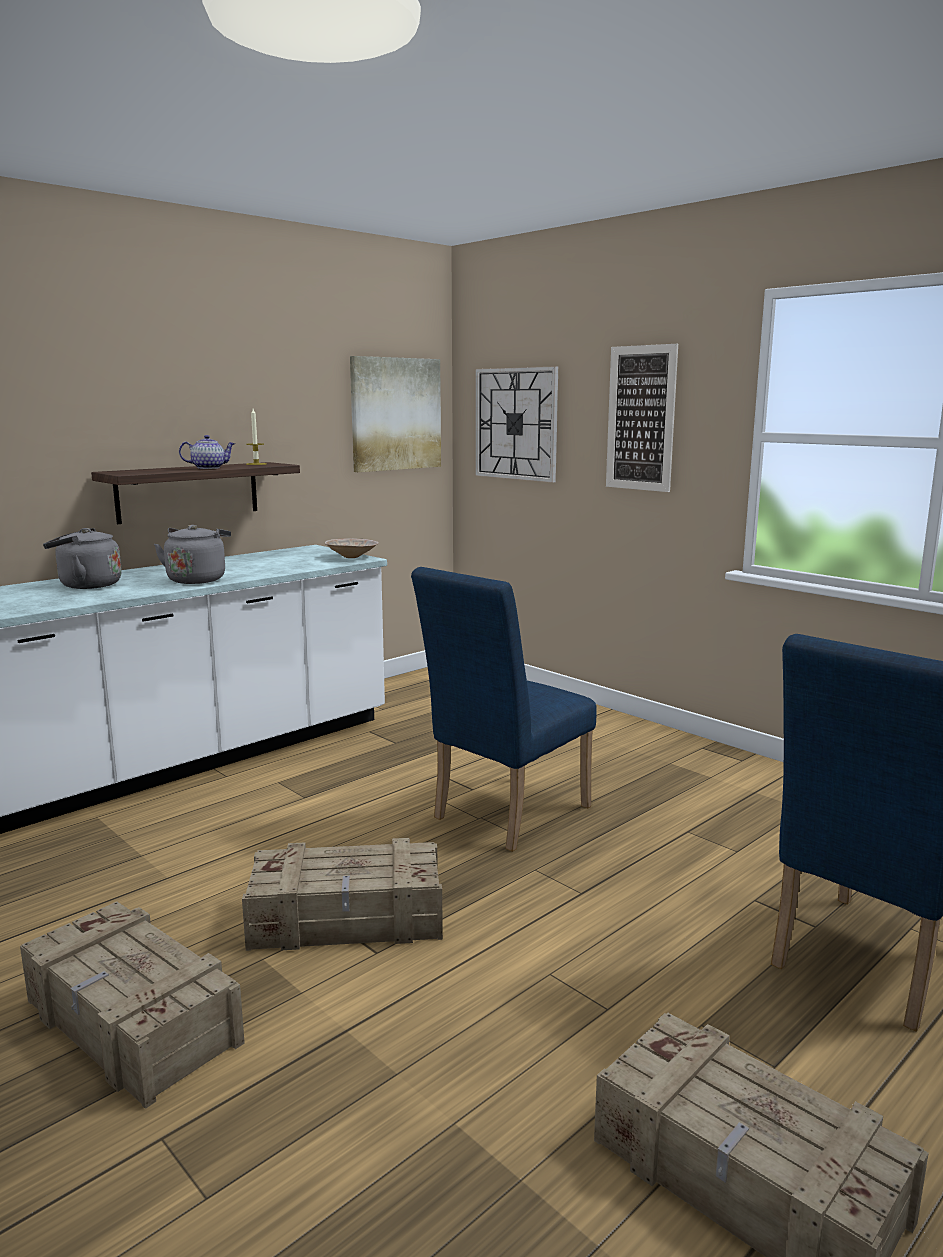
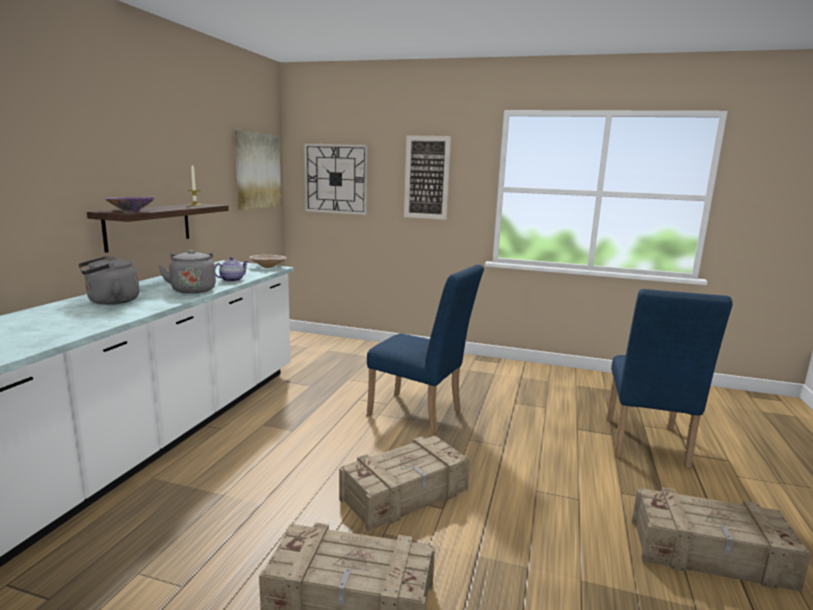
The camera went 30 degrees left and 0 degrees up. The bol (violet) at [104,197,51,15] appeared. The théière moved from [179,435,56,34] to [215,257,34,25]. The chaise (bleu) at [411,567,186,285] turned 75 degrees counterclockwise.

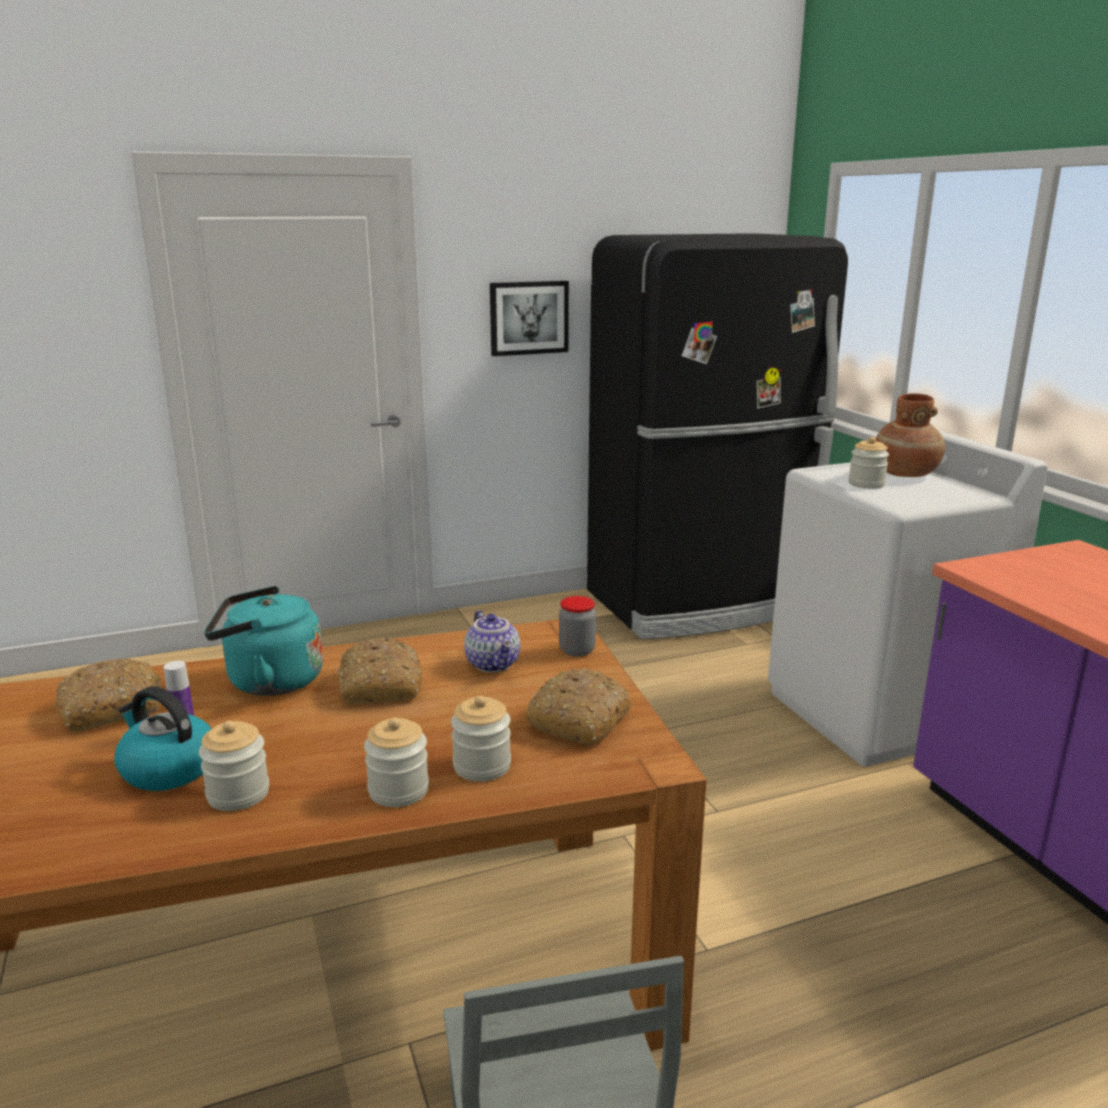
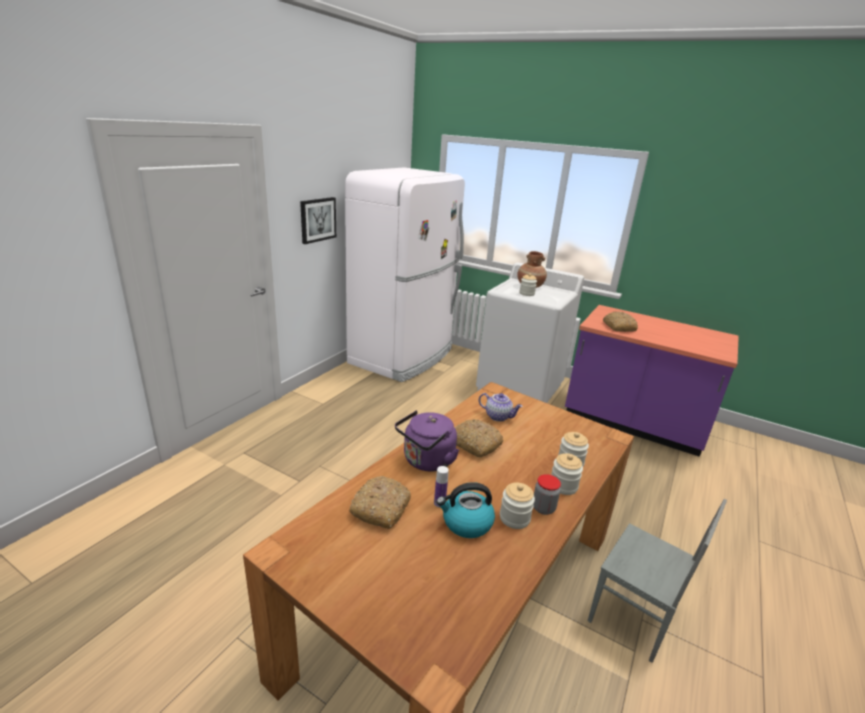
The camera went 40 degrees left and 5 degrees up. The pain moved from [525,668,106,77] to [603,312,35,20]. The bocal moved from [559,596,37,61] to [533,474,28,41]. The bouilloire (turquoise) at [204,586,119,110] became the bouilloire (violet) at [395,410,64,62]. The réfrigérateur (noir) at [587,233,261,406] became the réfrigérateur (blanc) at [345,168,120,214].

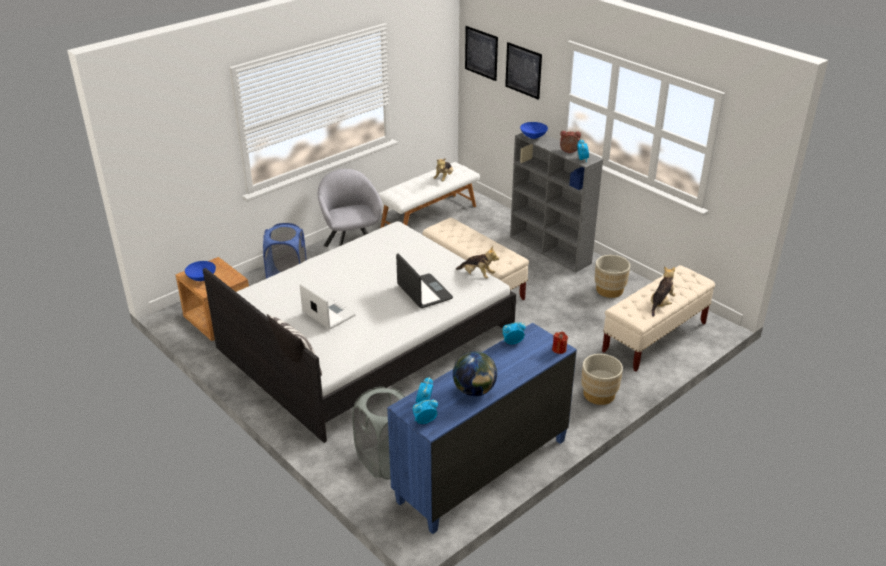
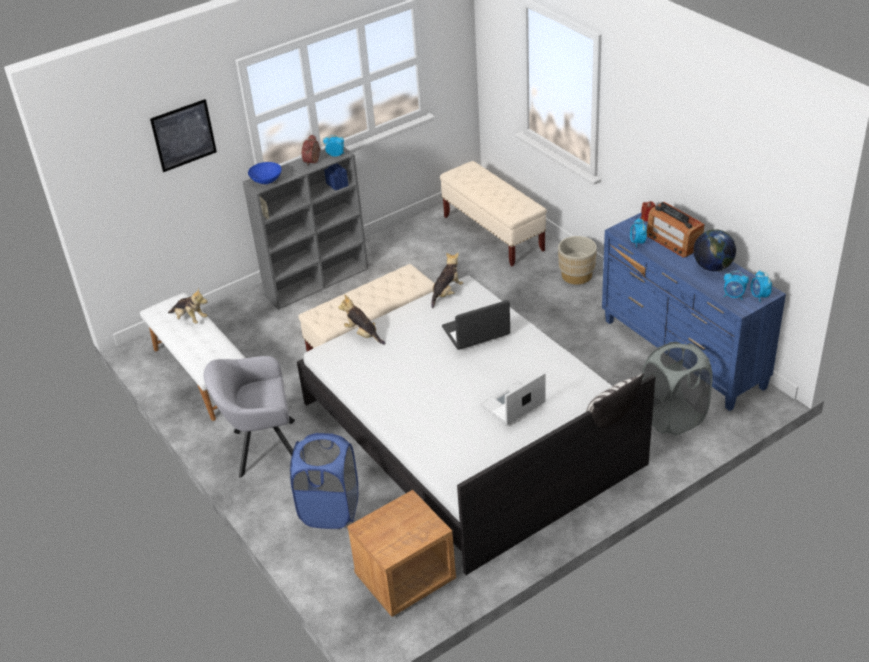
The camera went 80 degrees left and 5 degrees up. The bol (bleu) at [185,261,31,20] disappeared. The tableau at [465,26,33,55] disappeared. The cache-pot (beige) at [595,255,35,43] disappeared. The radio at [647,202,58,56] appeared. The peluche moved from [651,267,25,50] to [338,295,48,50].

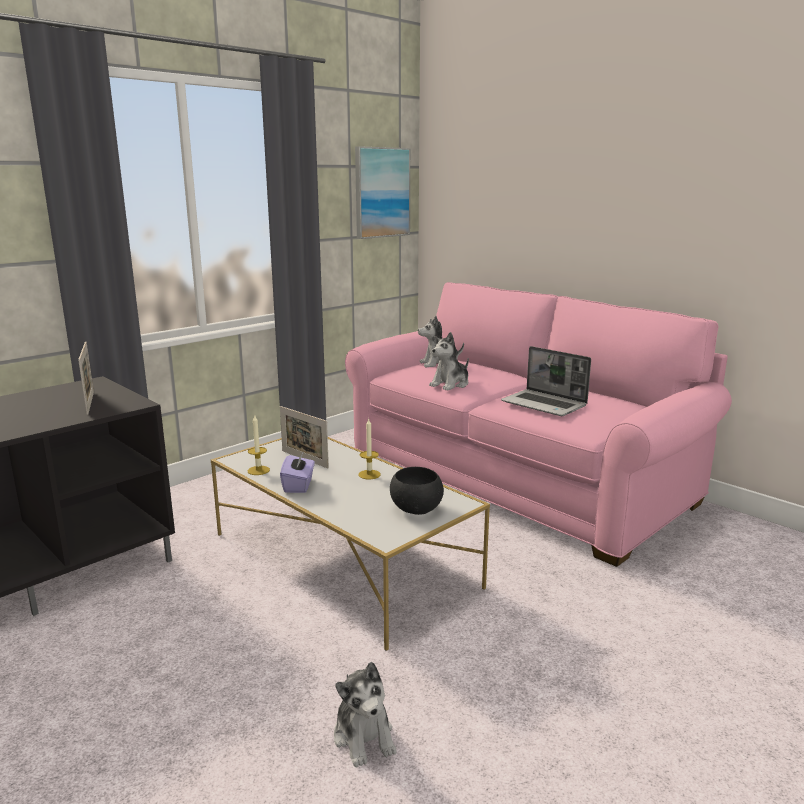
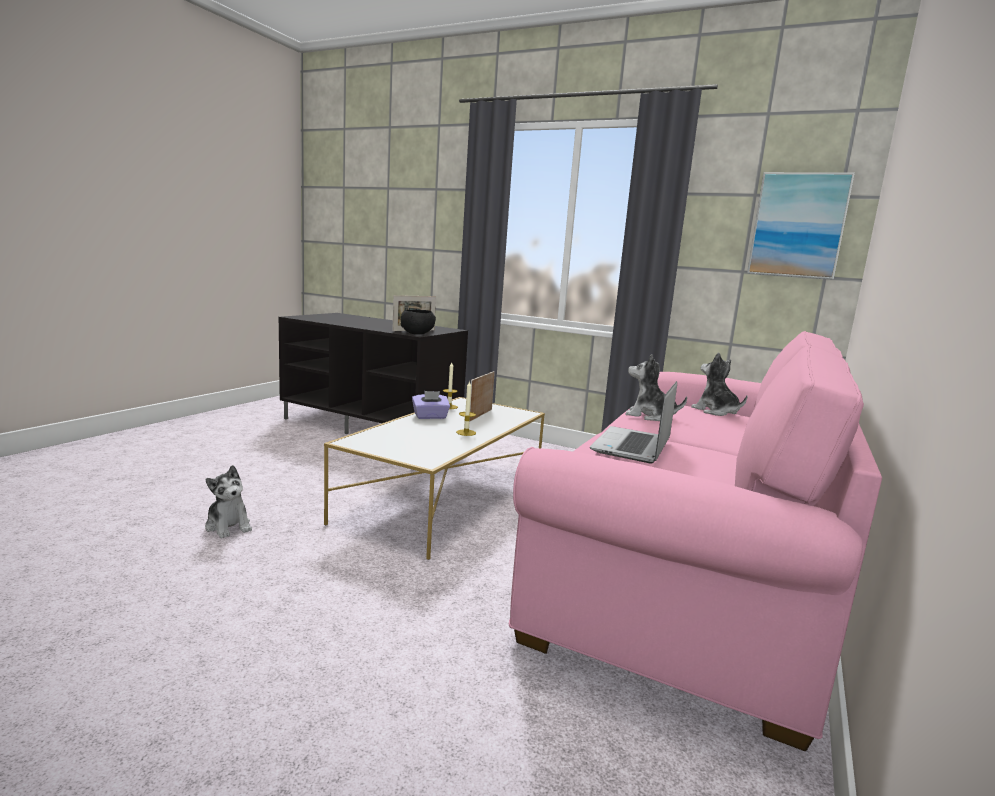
The camera went 70 degrees right and 5 degrees down. The bol (noir) moved from [390,467,54,48] to [401,310,35,25]. The peluche at [334,662,62,106] turned 90 degrees counterclockwise.

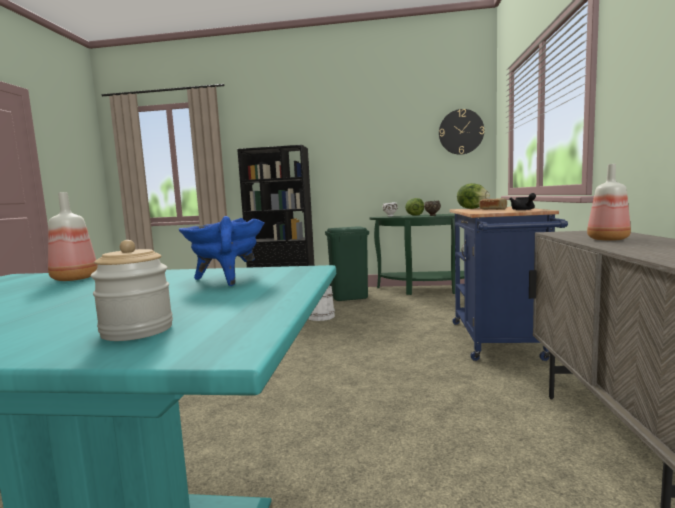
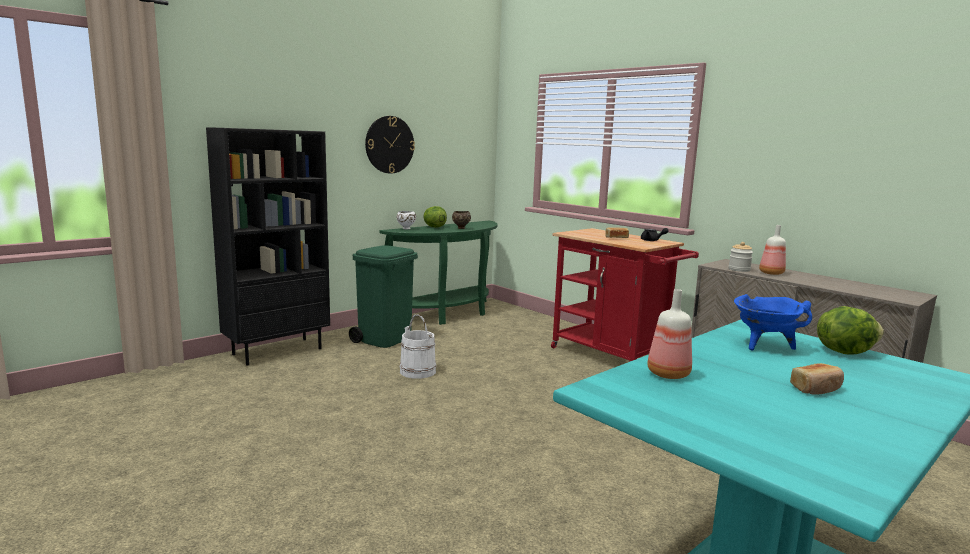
The camera went 50 degrees left and 5 degrees up. The pain at [790,363,54,31] appeared. The bocal moved from [91,240,82,101] to [728,242,25,30]. The horloge murale moved from [439,109,45,46] to [365,116,50,58]. The laitue moved from [457,183,33,26] to [817,306,67,49]. The chariot (bleu) at [449,207,119,154] became the chariot (rouge) at [551,228,148,134].

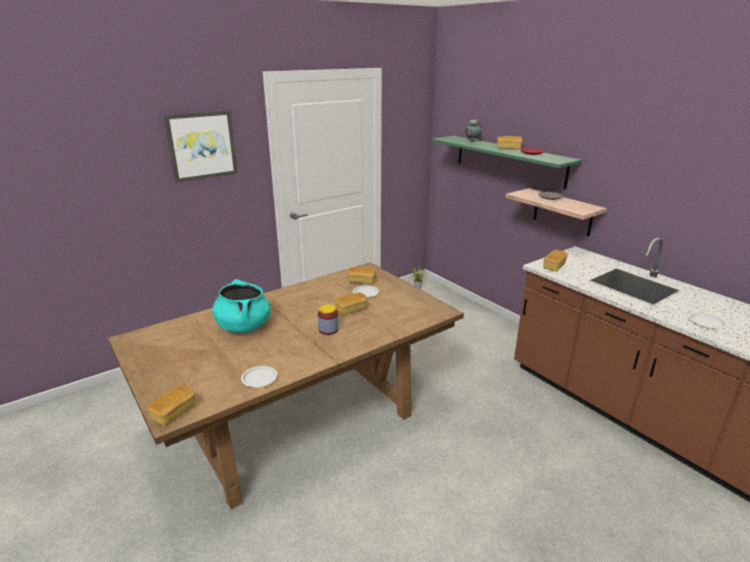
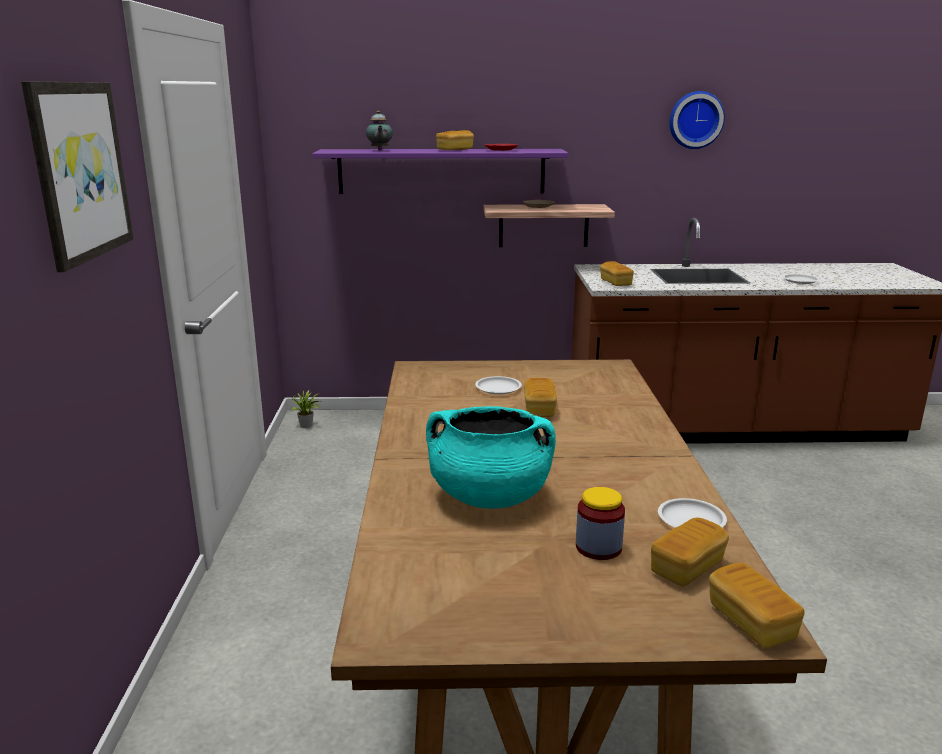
The camera went 55 degrees left and 5 degrees down. The horloge murale at [669,91,56,58] appeared. The bocal moved from [318,304,20,31] to [576,487,49,73]. The pain moved from [348,267,28,17] to [651,518,78,68]. The étagère (vert) at [432,136,150,54] became the étagère (violet) at [312,149,257,45].

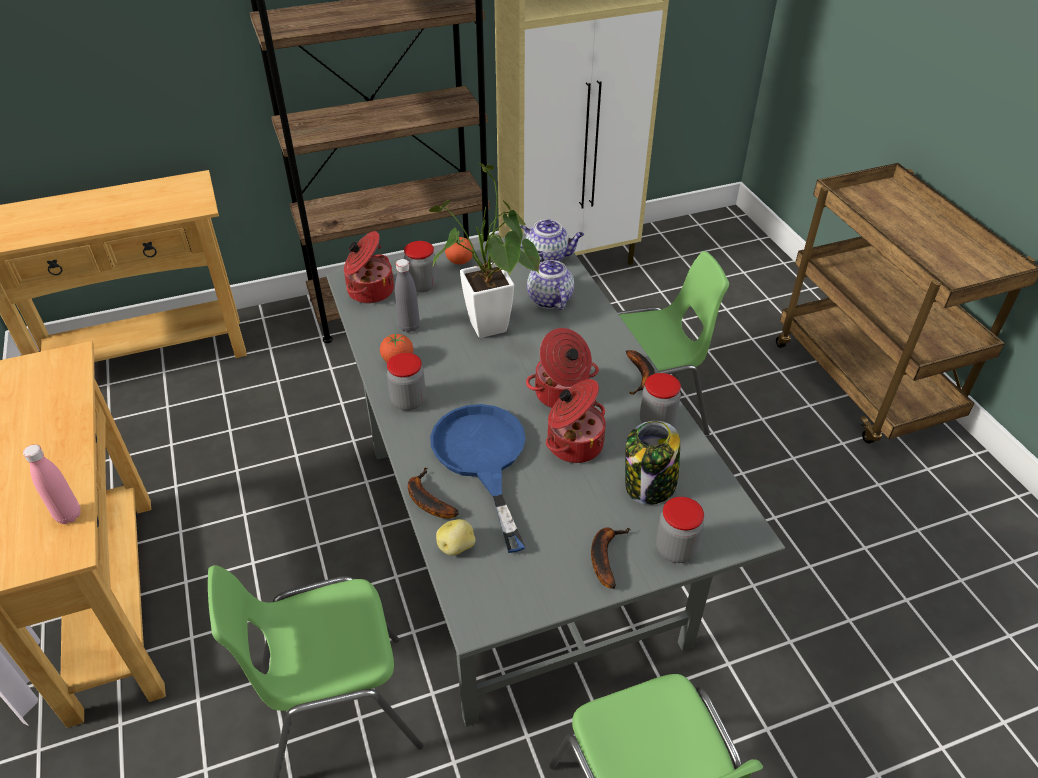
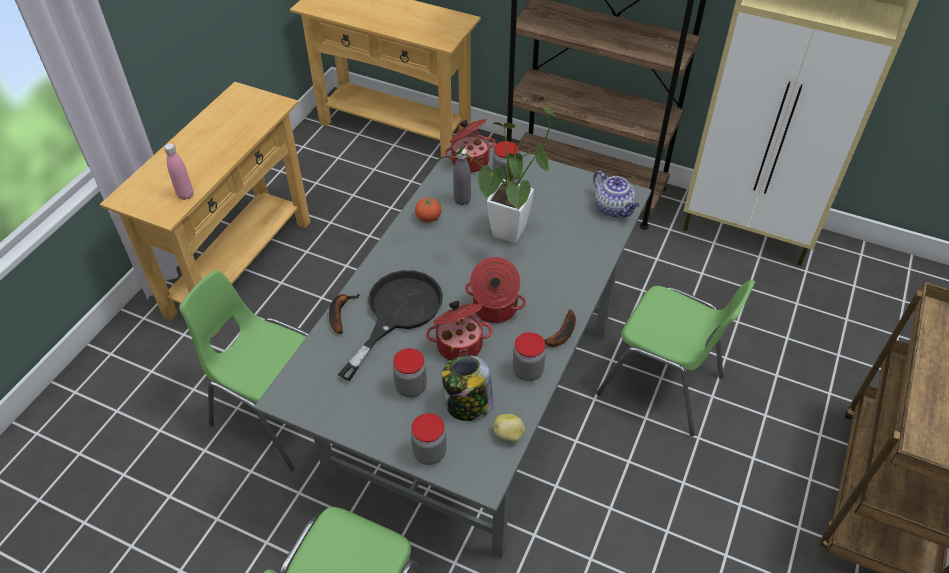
The camera went 45 degrees right and 5 degrees up. The tomate at [445,237,29,27] disappeared. The théière at [527,251,47,59] disappeared. The banane at [591,527,40,62] disappeared. The bocal moved from [387,353,39,58] to [393,348,34,50]. The pomme de terre moved from [436,519,40,37] to [493,414,32,28]. The poêle (bleu) at [430,404,96,149] became the poêle (noir) at [338,270,105,111].

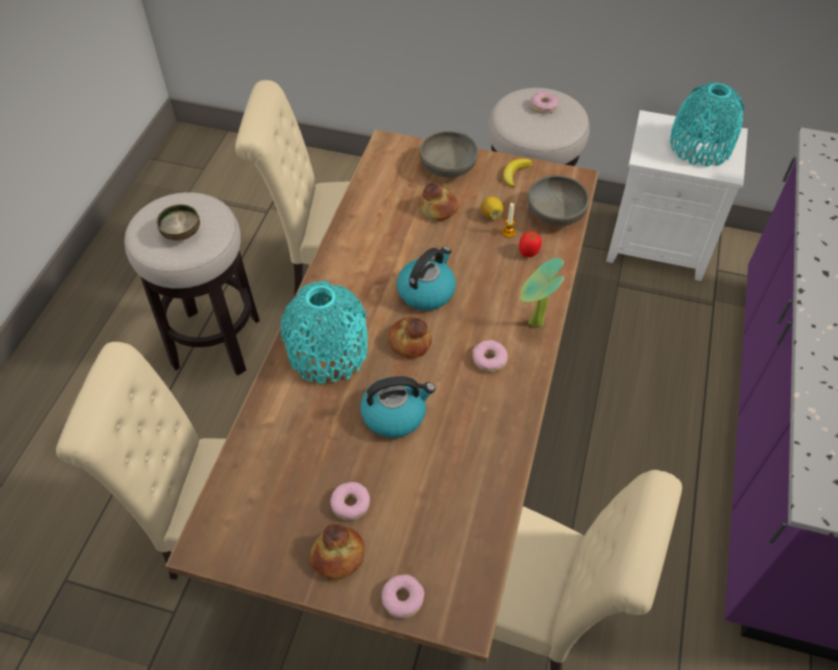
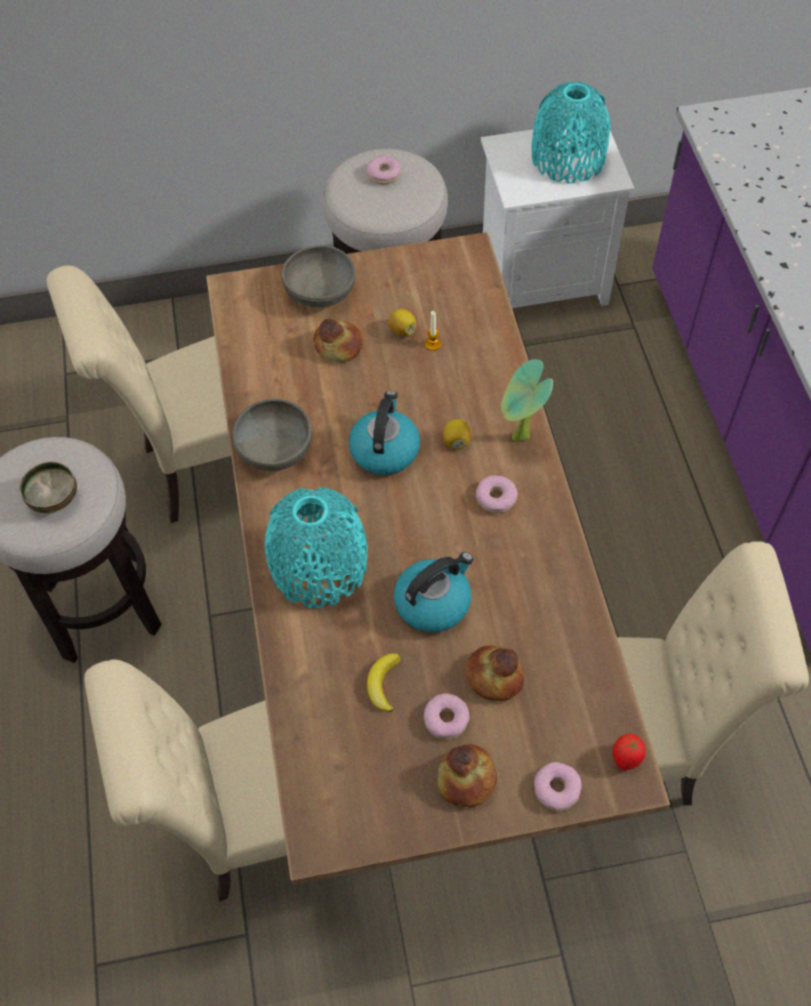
The camera went 25 degrees left and 5 degrees up. The citron at [443,419,28,30] appeared. The pain moved from [388,317,44,41] to [465,645,59,56]. The banane moved from [503,159,30,29] to [367,653,34,59]. The tomate moved from [519,231,23,26] to [612,733,34,37]. The bol (gris) moved from [527,175,62,51] to [233,398,79,73].

